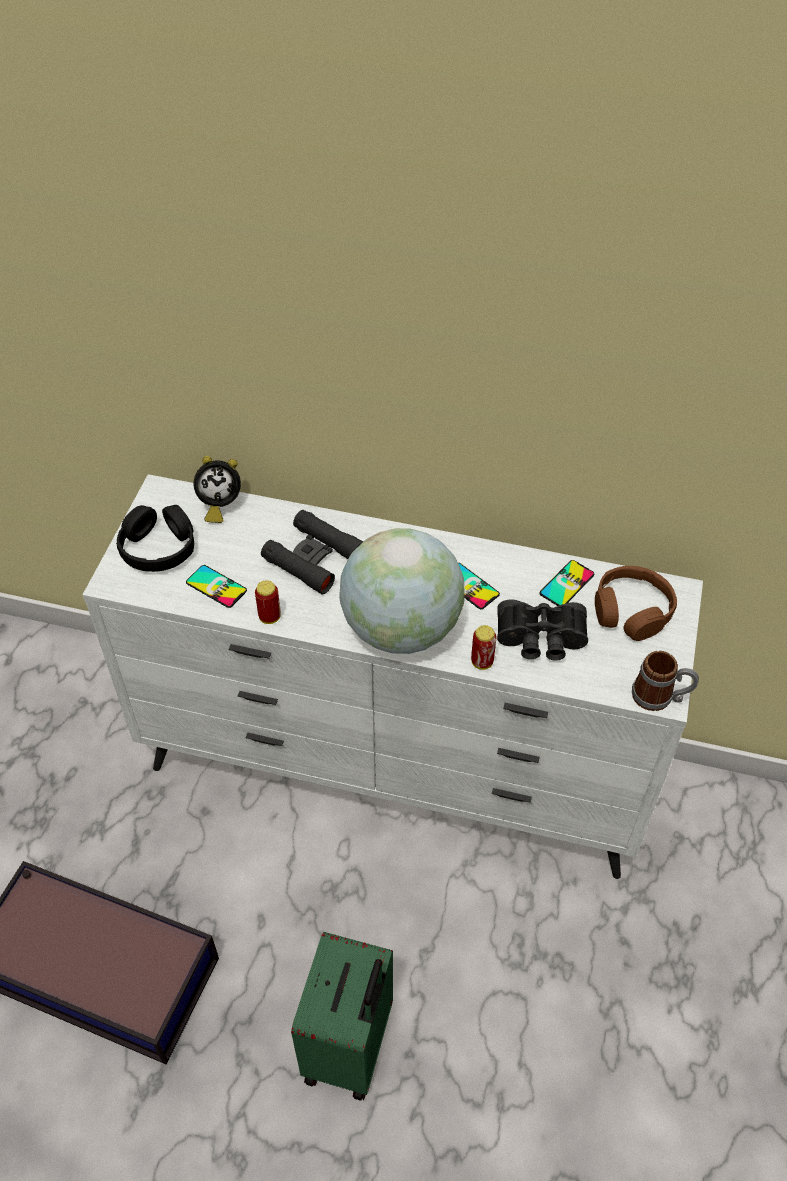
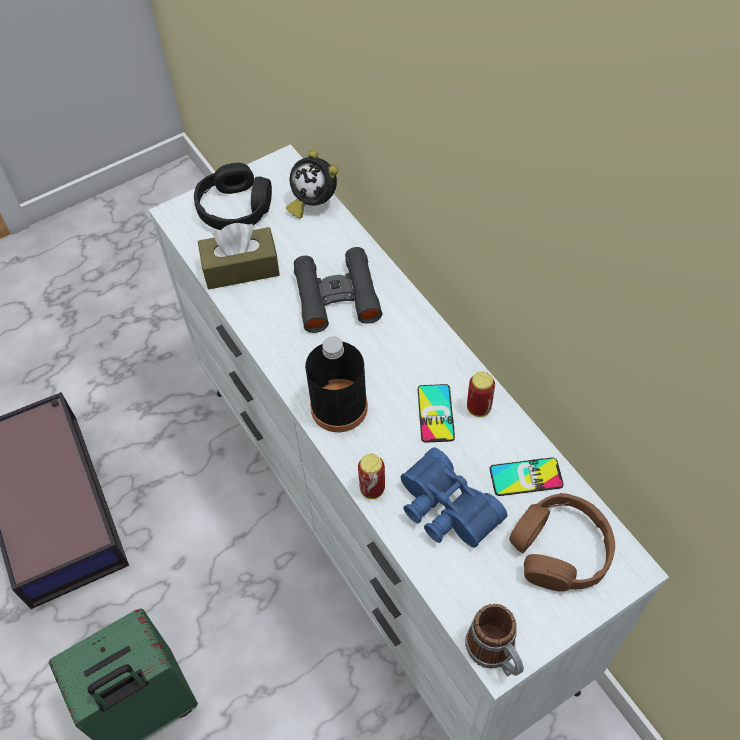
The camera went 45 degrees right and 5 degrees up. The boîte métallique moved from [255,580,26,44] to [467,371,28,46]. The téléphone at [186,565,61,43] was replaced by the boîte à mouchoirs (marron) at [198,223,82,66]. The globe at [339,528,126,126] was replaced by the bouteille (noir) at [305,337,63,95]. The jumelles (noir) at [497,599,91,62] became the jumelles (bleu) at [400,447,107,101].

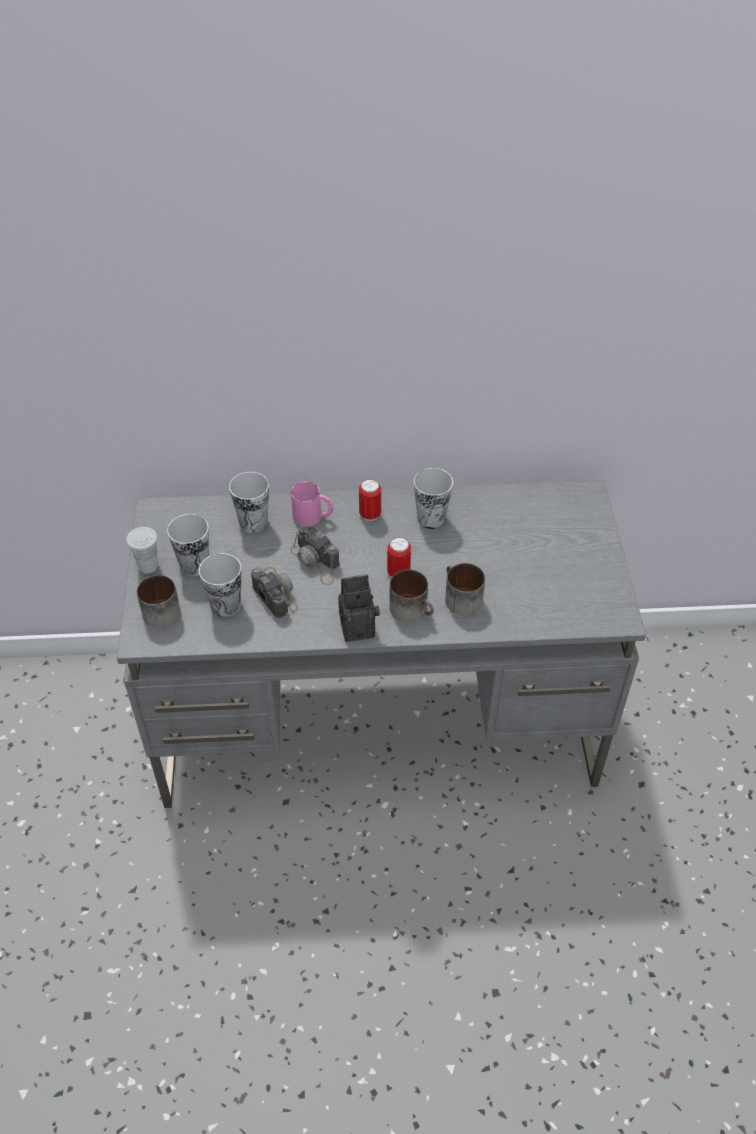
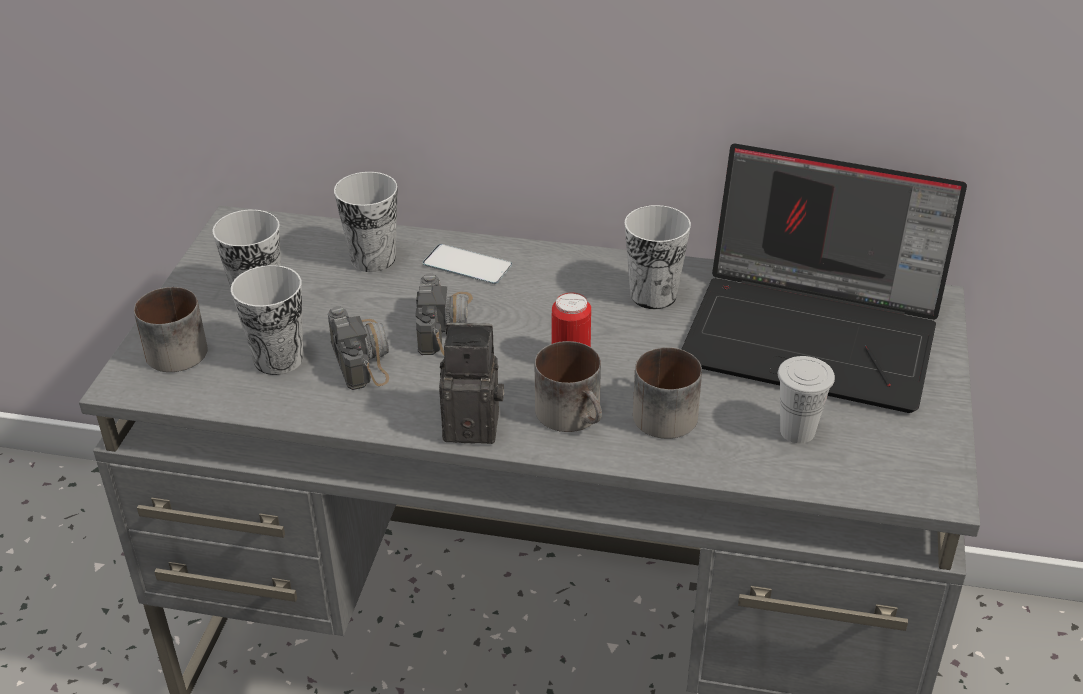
The camera went 15 degrees right and 10 degrees down. The boîte métallique at [359,479,22,42] disappeared. The ordinateur portable at [681,144,286,269] appeared. The tasse (blanc) moved from [126,527,32,46] to [778,356,57,88]. The mug (rose) at [291,482,42,44] was replaced by the téléphone at [423,244,89,40]. The appareil photo at [290,525,50,60] turned 150 degrees counterclockwise.

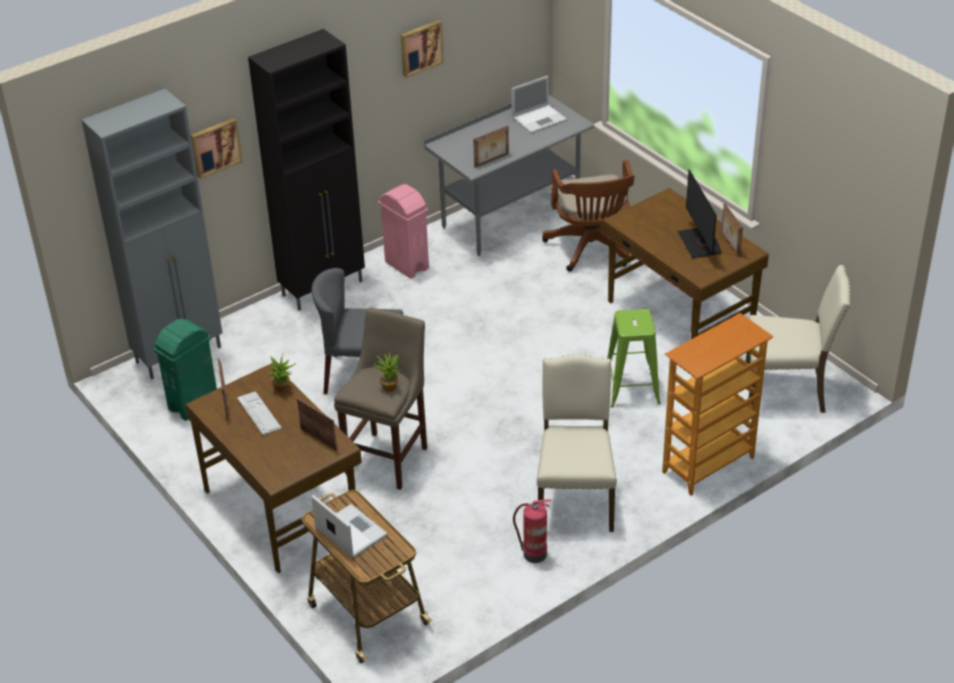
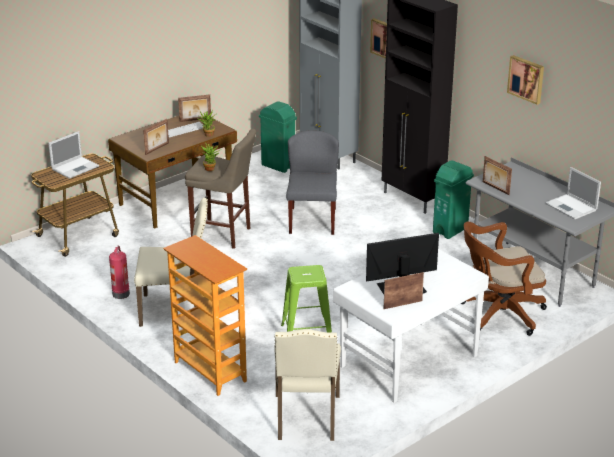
The camera went 85 degrees right and 10 degrees down. The poubelle (rose) at [378,184,51,95] became the poubelle (vert) at [433,161,41,78]. The bureau (marron) at [601,188,168,151] became the bureau (blanc) at [333,249,156,154].

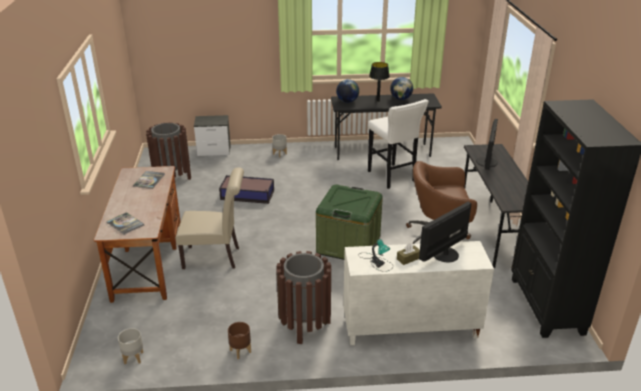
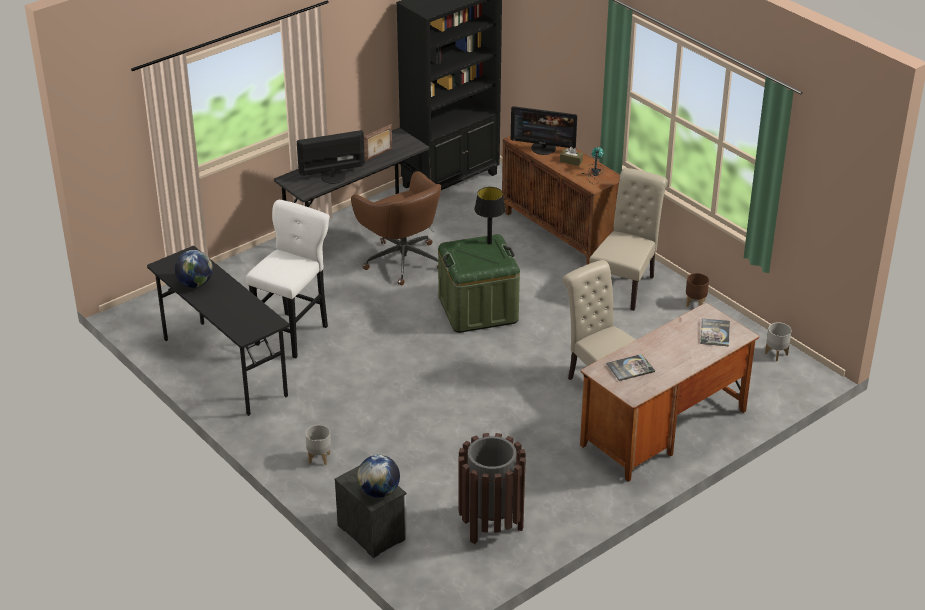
The camera went 125 degrees left and 5 degrees up. The boîte de rangement at [219,175,55,29] disappeared. The cadre photo at [364,124,28,37] appeared. The globe moved from [336,79,23,24] to [357,455,43,43]. The lampe de table (noir) moved from [369,62,21,40] to [474,187,32,58]. The poubelle (marron) at [276,251,55,93] was replaced by the chaise (beige) at [589,168,79,143]. The meuble de rangement (blanc) at [343,241,151,104] became the meuble de rangement (marron) at [502,136,118,128].

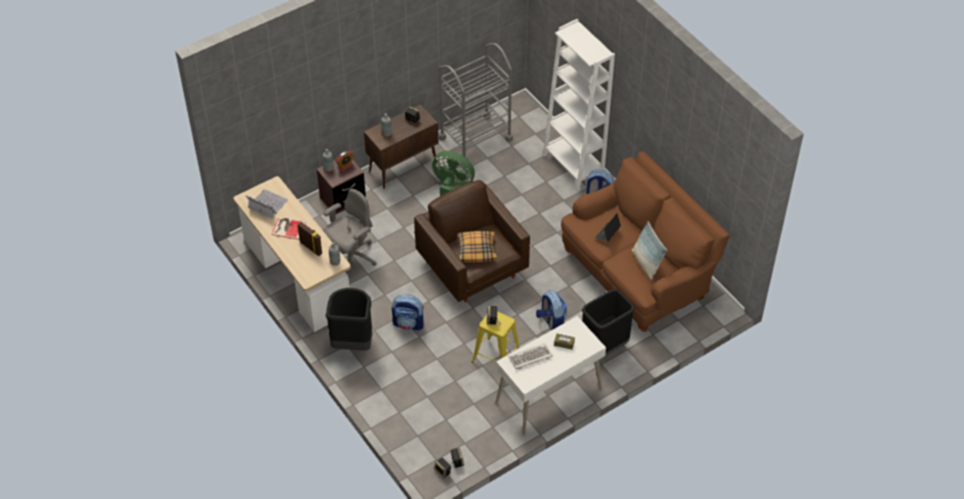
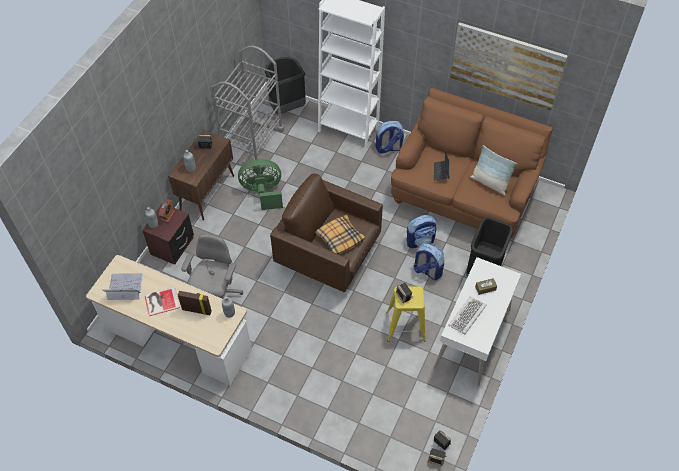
The camera went 30 degrees left and 5 degrees up. The tableau at [450,22,118,89] appeared. The poubelle (noir) moved from [325,288,47,62] to [265,57,41,57]. The sac à dos moved from [392,295,32,36] to [407,215,30,33].

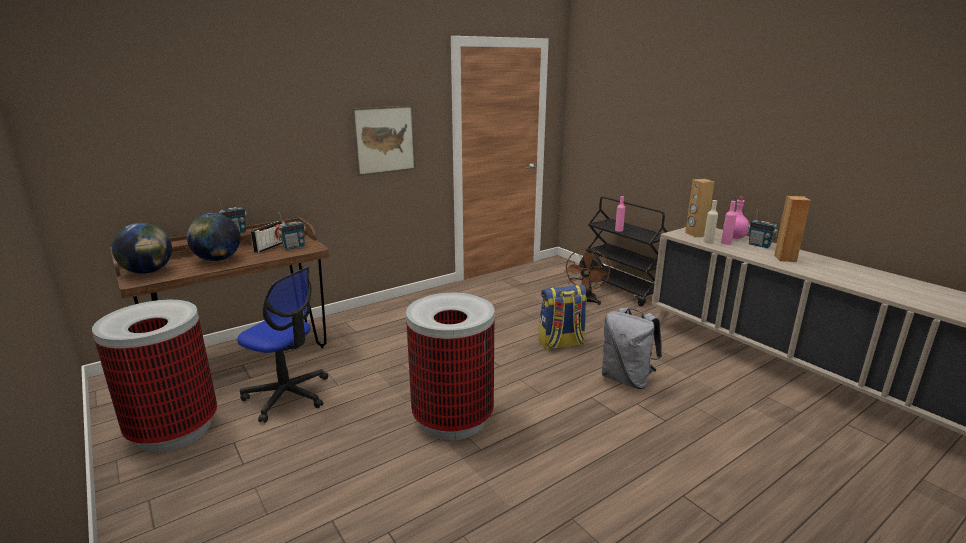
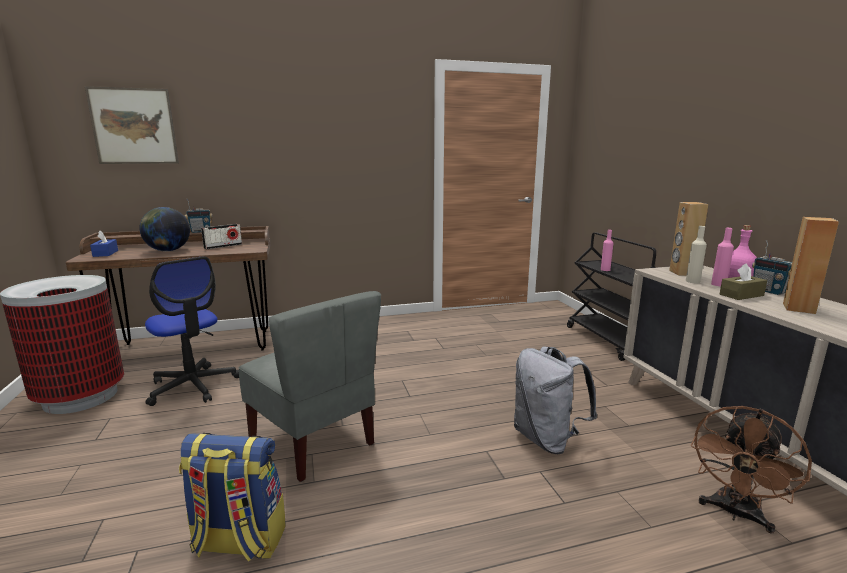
The camera went 20 degrees right and 5 degrees down. The radio at [277,213,29,37] disappeared. The boîte à mouchoirs (marron) at [720,263,47,37] appeared. The tableau moved from [352,105,64,71] to [85,86,94,78]. The sac à dos moved from [539,285,48,65] to [179,433,107,129]. The ventilateur (marron) moved from [564,248,46,57] to [691,406,121,127]. The globe at [112,223,60,51] was replaced by the boîte à mouchoirs (bleu) at [90,231,28,26]. The poubelle at [406,293,88,147] was replaced by the chaise (gris) at [239,291,142,191].

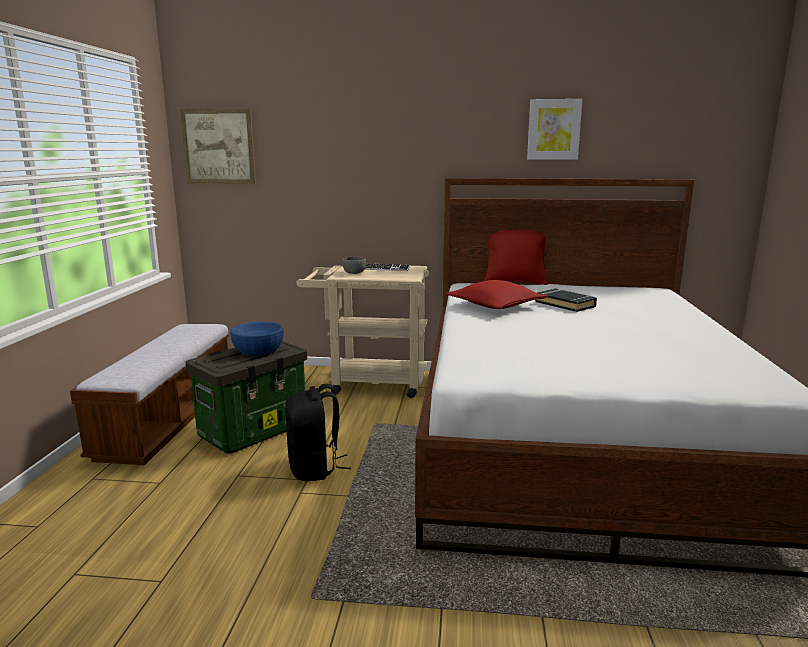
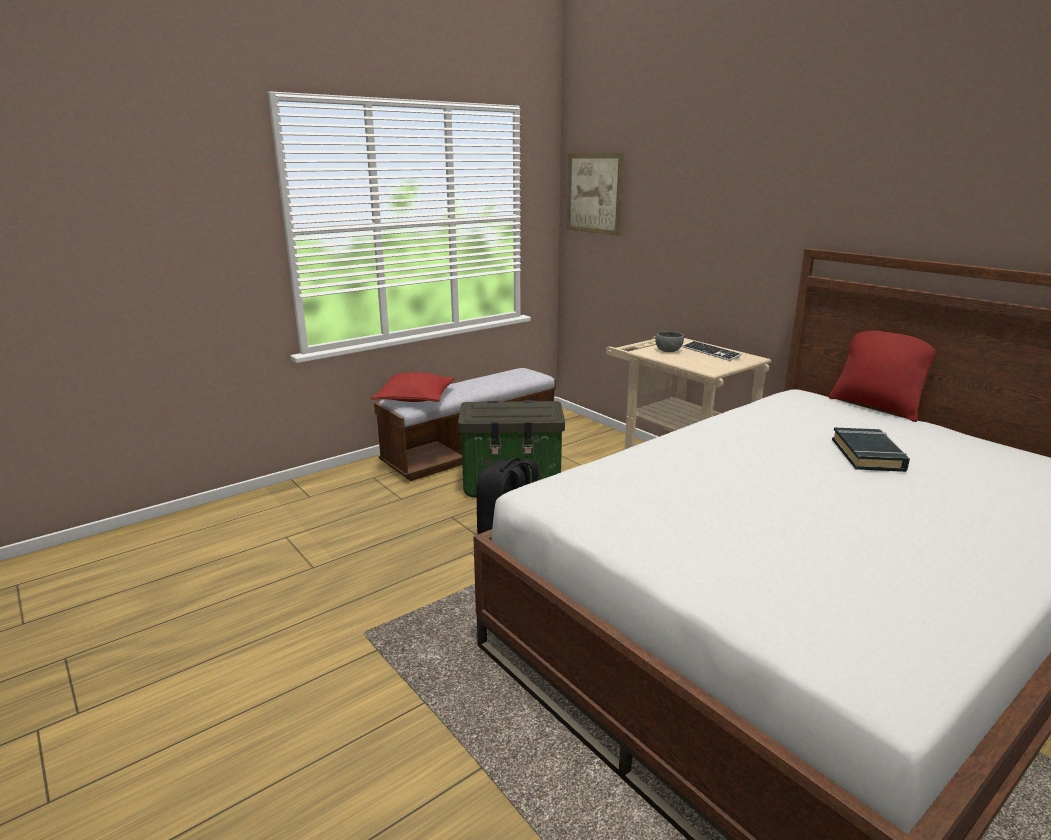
The camera went 45 degrees right and 5 degrees up. The bol (bleu) at [231,322,53,34] disappeared. The tableau at [527,99,56,61] disappeared. The coussin (rouge) moved from [446,280,101,29] to [371,373,84,29].

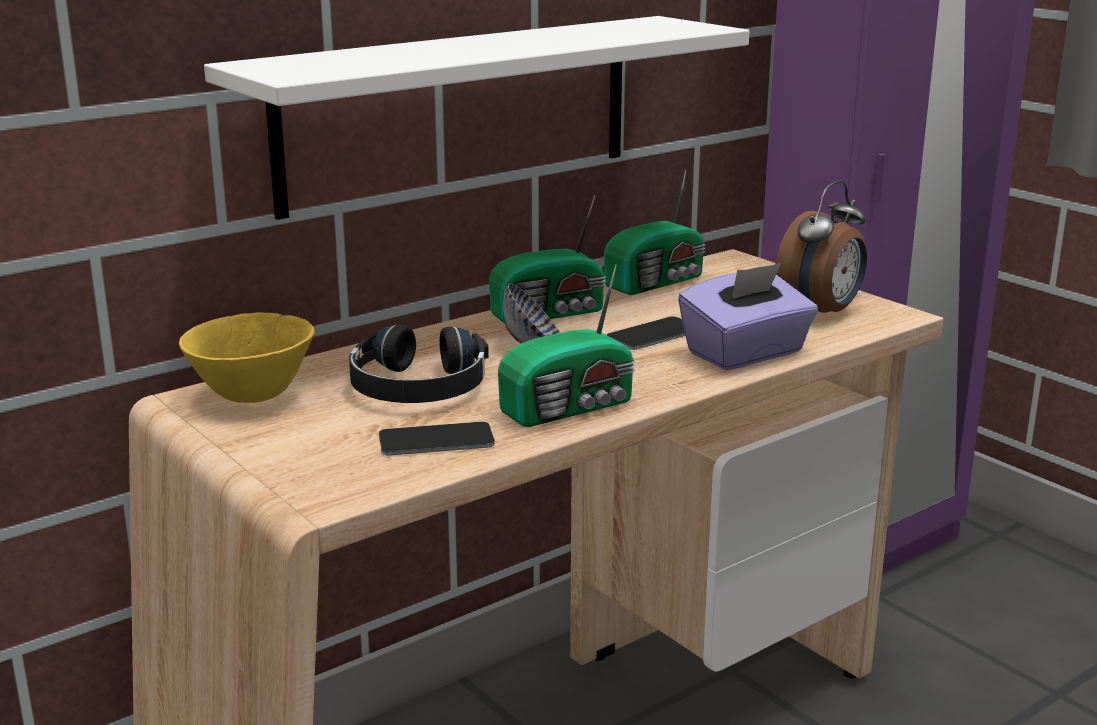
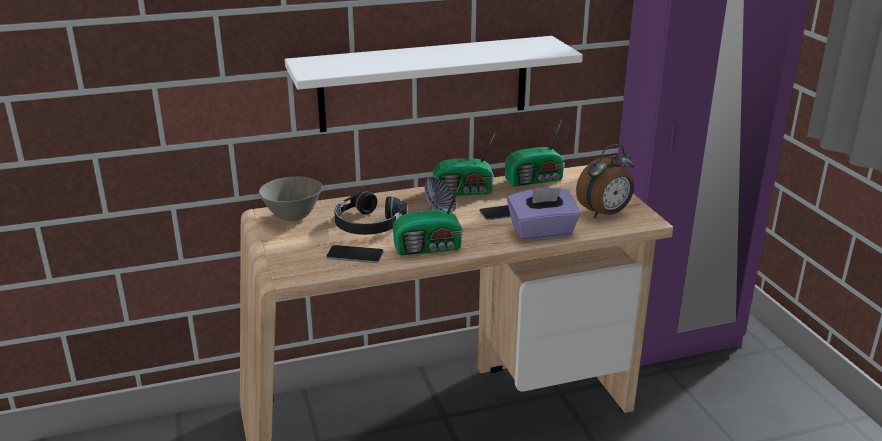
The camera went 20 degrees right and 5 degrees up. The bol (jaune) at [179,313,136,90] became the bol (gris) at [259,176,63,45].

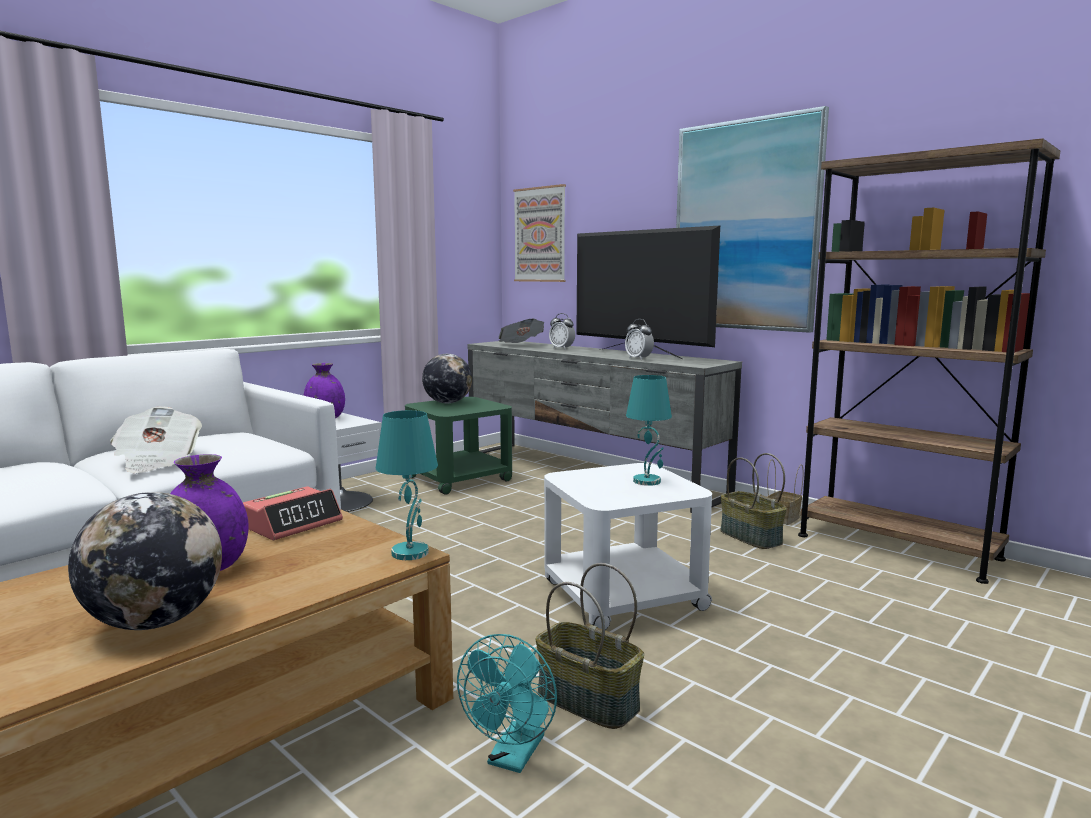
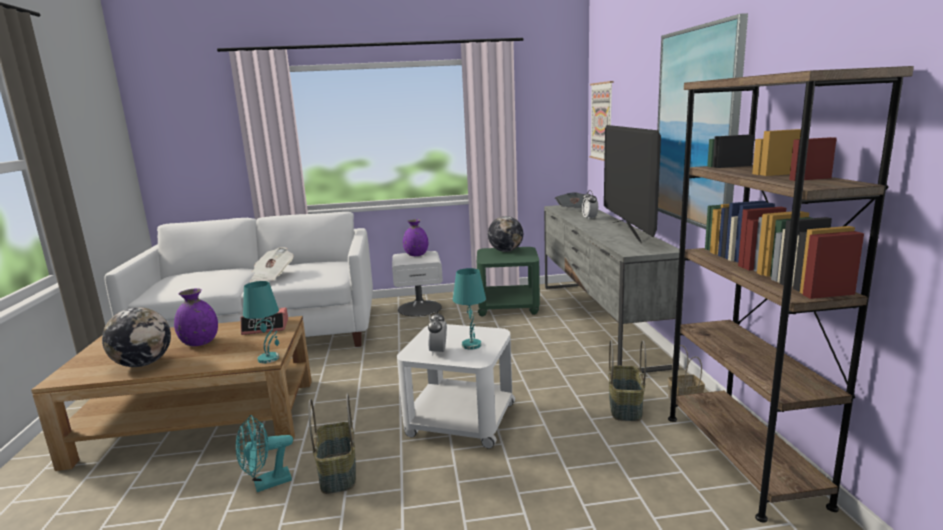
The camera went 40 degrees right and 5 degrees up. The réveil moved from [625,319,29,41] to [428,310,19,46].

